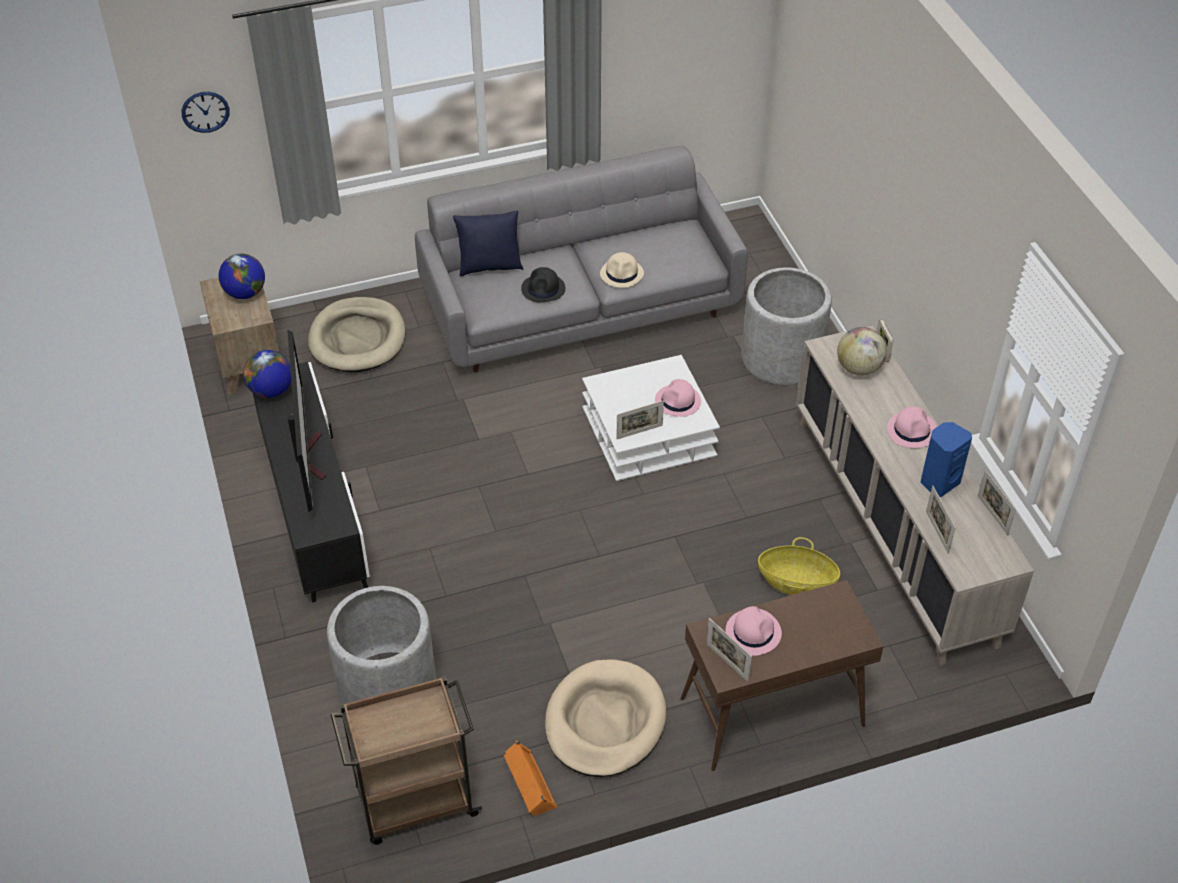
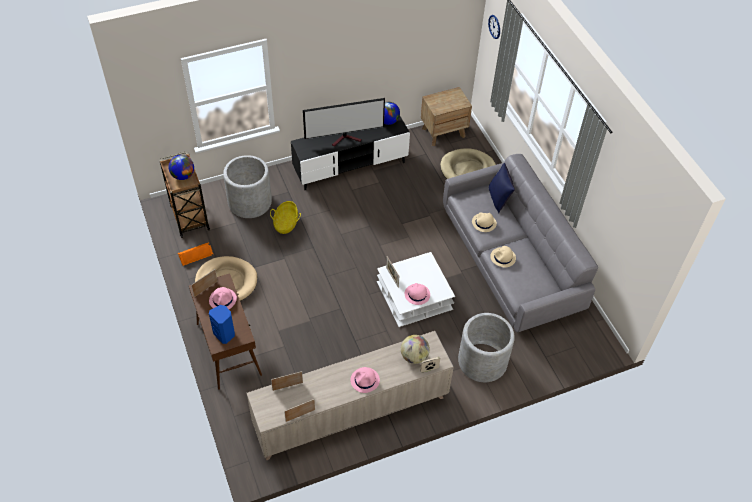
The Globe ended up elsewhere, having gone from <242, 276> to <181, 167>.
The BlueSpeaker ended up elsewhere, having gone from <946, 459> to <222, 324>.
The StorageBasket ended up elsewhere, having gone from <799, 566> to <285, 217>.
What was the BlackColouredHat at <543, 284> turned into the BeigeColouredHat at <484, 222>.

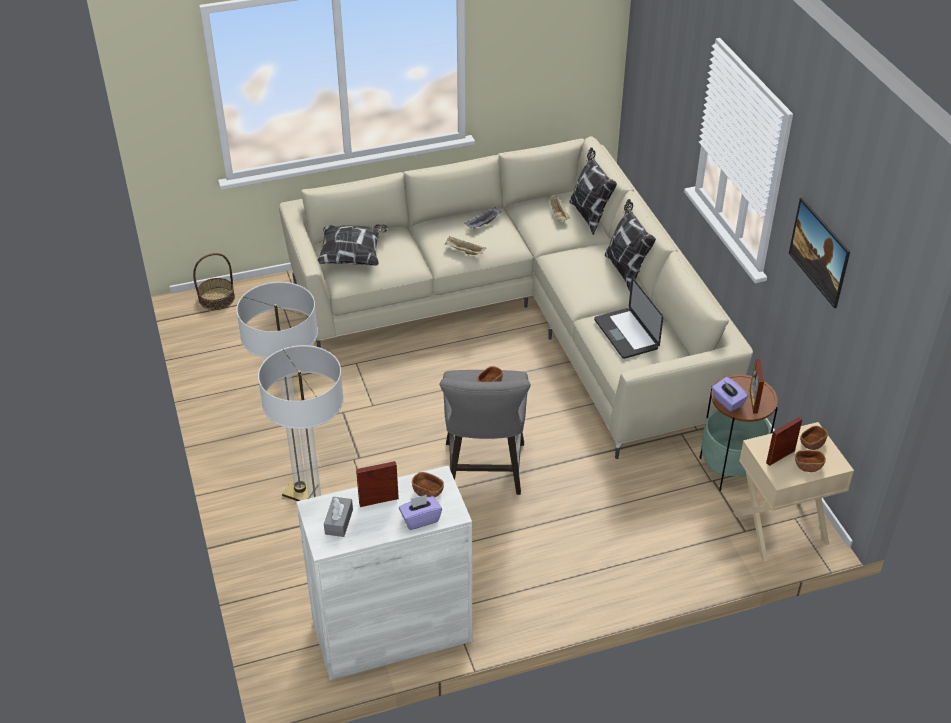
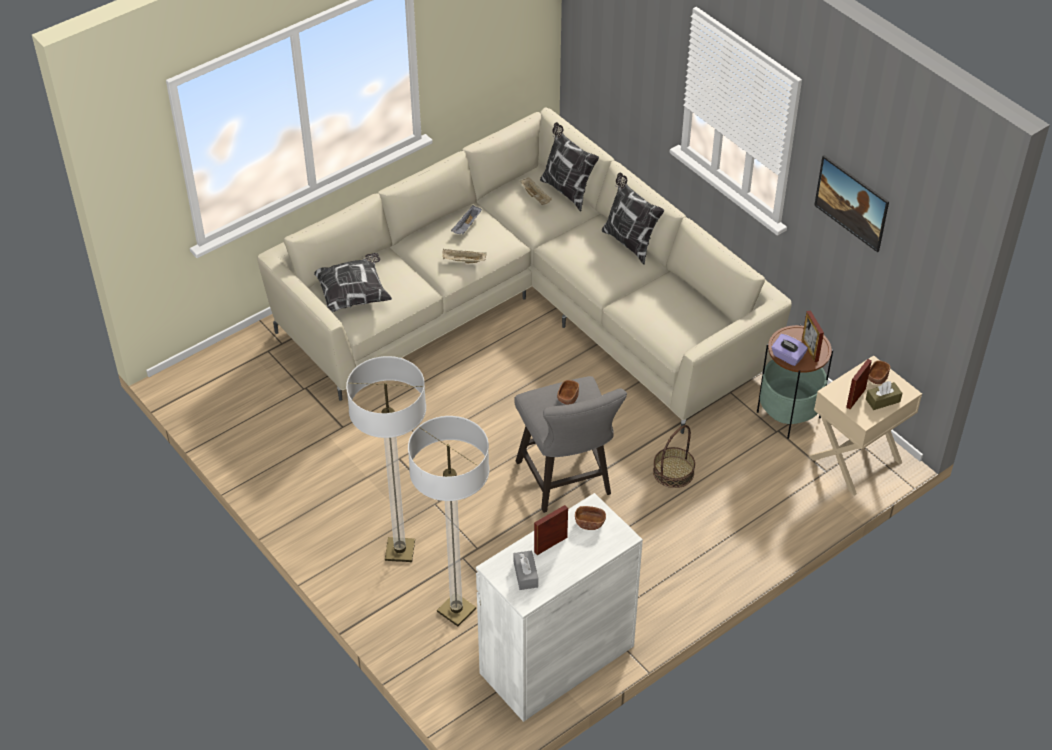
The StorageBasket ended up elsewhere, having gone from <214, 281> to <674, 456>.
Where the BrownServingBowl stood at <810, 461>, the BrownTissueBox came to stand at <884, 395>.
The second view lost the PurpleColouredTissueBox at <420, 512>.
The second view lost the NotebookComputer at <628, 318>.

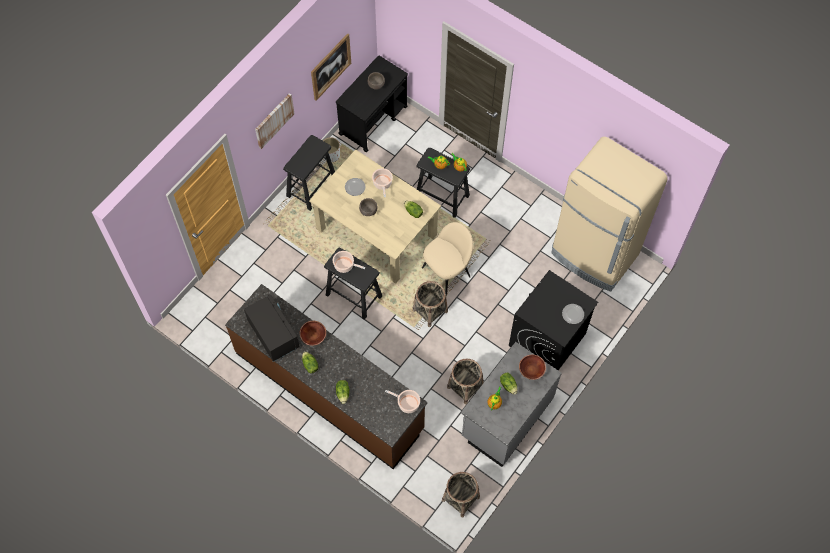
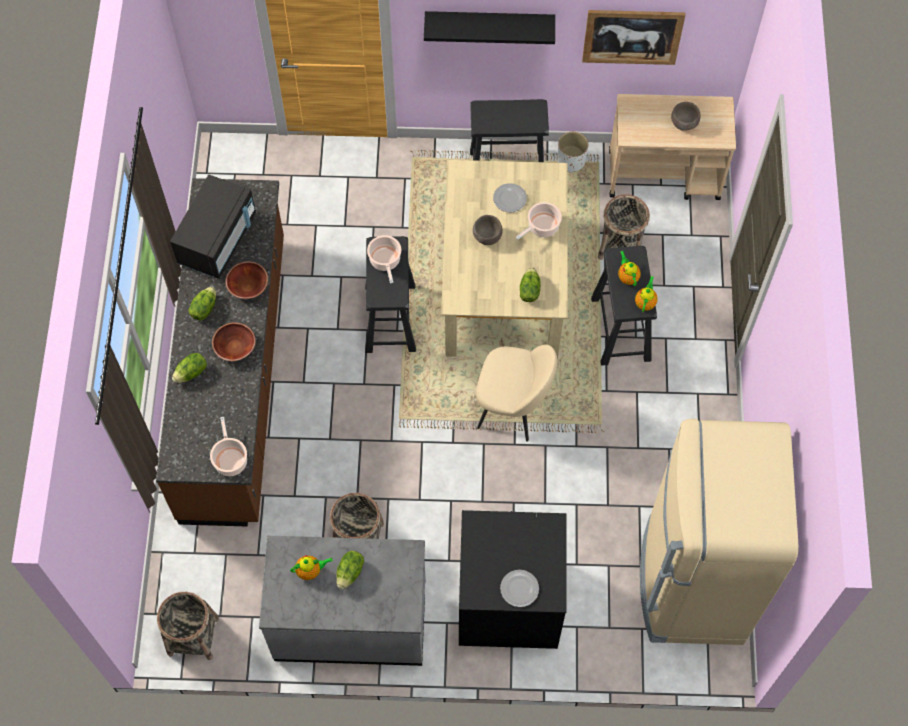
The BrownServingBowl ended up elsewhere, having gone from <532, 367> to <234, 341>.
Where the Picture hung at <275, 121>, the BlackColouredShelf came to hang at <489, 27>.
The StorageBasket ended up elsewhere, having gone from <430, 304> to <624, 227>.
What was the BlackColouredTrolley at <372, 103> turned into the BeigeColouredTrolley at <672, 147>.

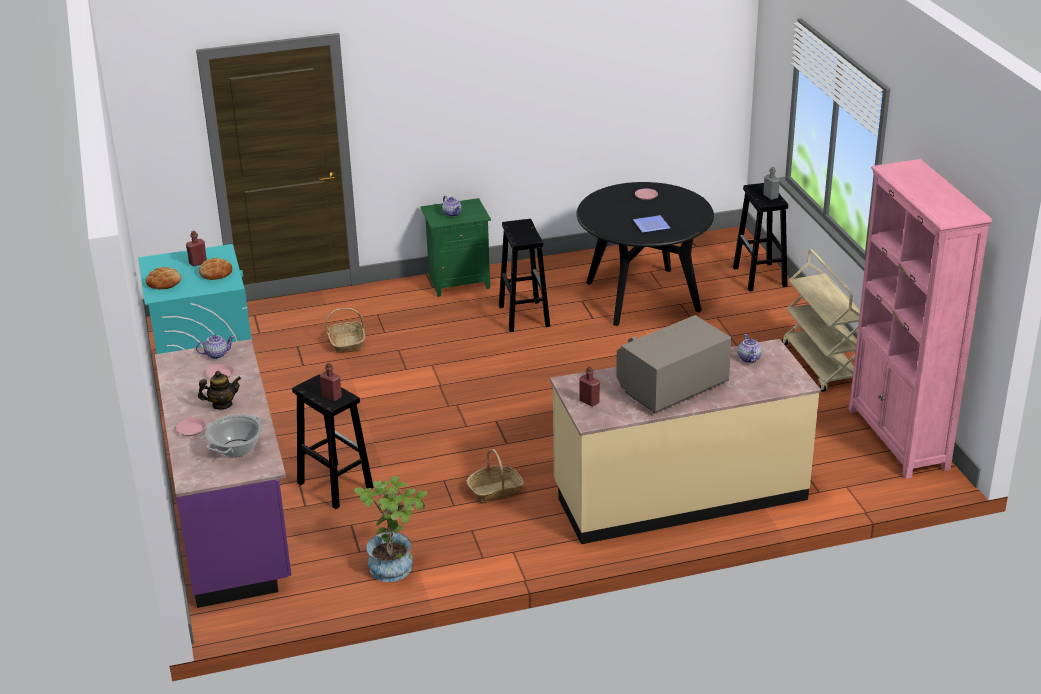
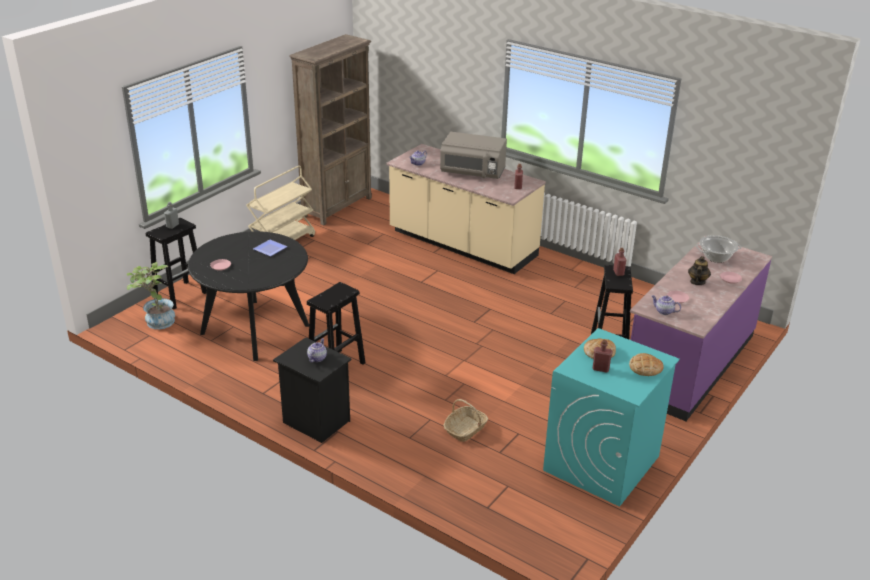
The Houseplant ended up elsewhere, having gone from <390, 529> to <150, 295>.
What was the GreenBedsideTable at <456, 247> turned into the BlackColouredBedsideTable at <312, 390>.
What was the PinkColouredBookshelf at <920, 319> turned into the BrownBookshelf at <331, 129>.
The PotForTea at <219, 390> ended up facing another way, 75 degrees clockwise from before.
The second view lost the StorageBasket at <495, 476>.

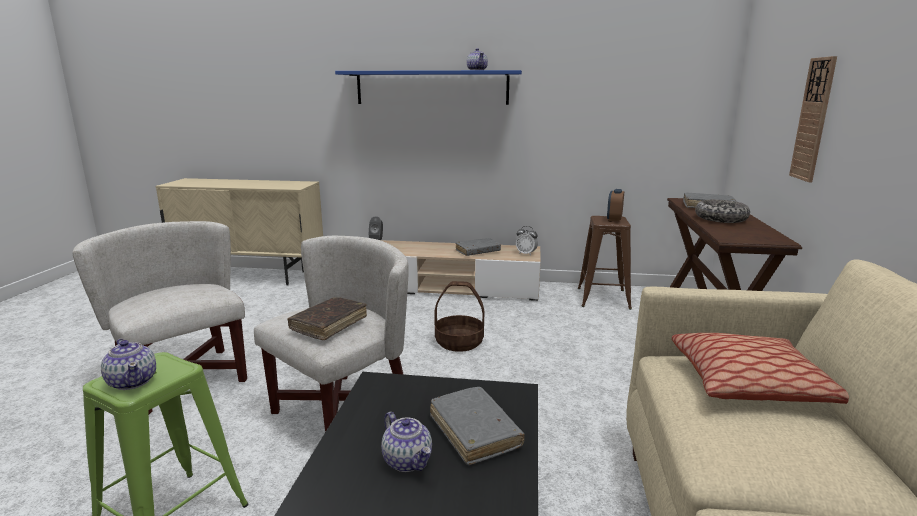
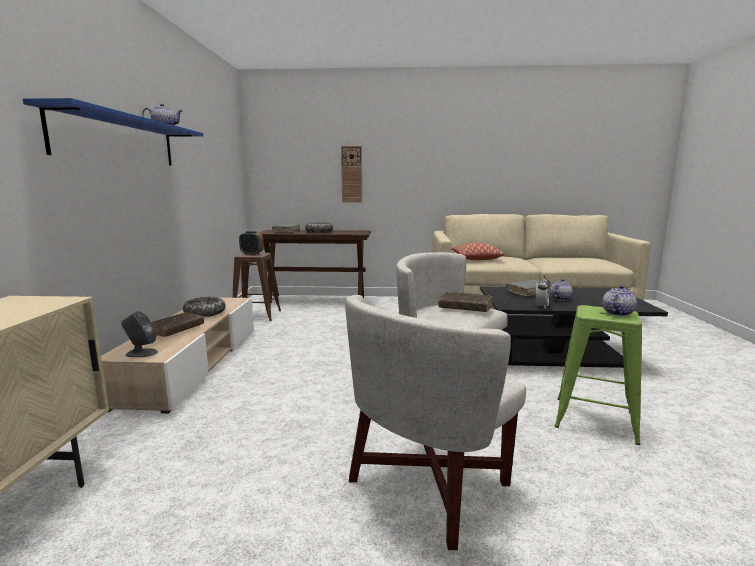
The second view gained the BrownBook at <177, 325>.
Where the GreyishBook stood at <478, 247>, the ServingBowl came to stand at <204, 307>.
The BedsideClock ended up elsewhere, having gone from <527, 241> to <543, 291>.
The second view lost the StorageBasket at <459, 316>.

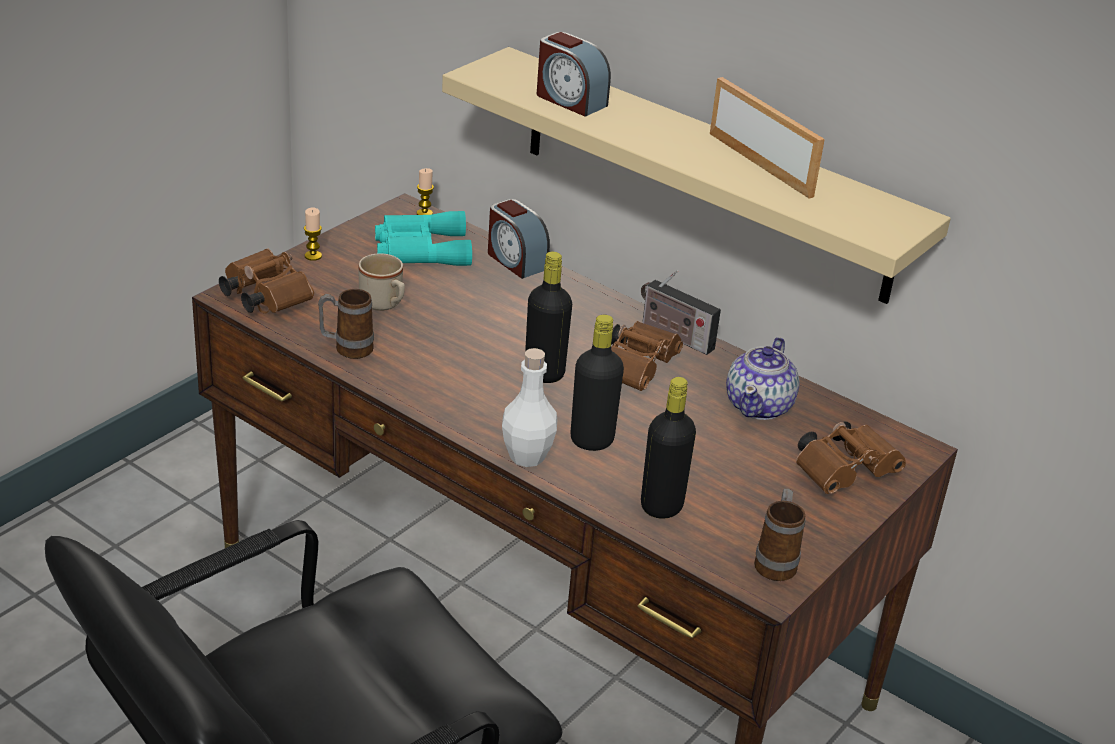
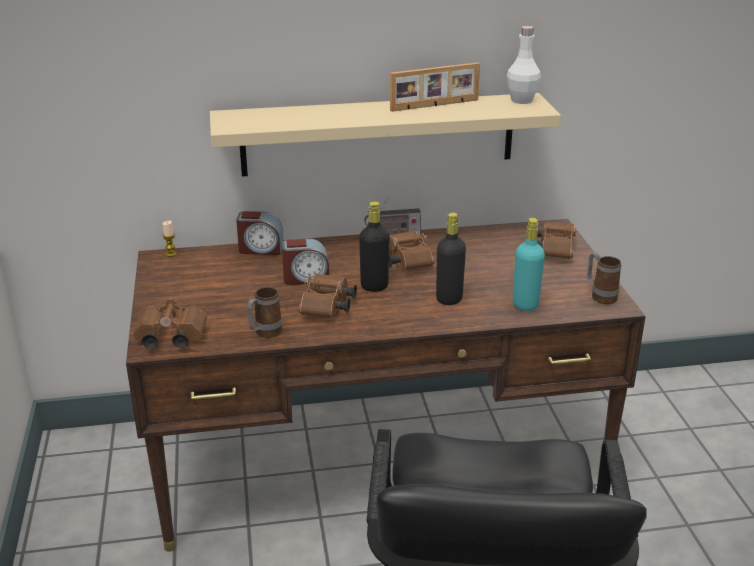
The BedsideClock ended up elsewhere, having gone from <574, 74> to <305, 261>.
The second view gained the BrownBinoculars at <328, 295>.
The PhotoFrame at <767, 138> ended up facing another way, 150 degrees clockwise from before.
The WhiteColouredBeverageBottle ended up elsewhere, having gone from <529, 407> to <524, 65>.
What was the BlackColouredBeverageBottle at <668, 448> turned into the BlueGreenBeverageBottle at <529, 264>.
The second view lost the WaxLight at <313, 234>.
The second view lost the BeigeColouredCoffeeMug at <381, 282>.
The second view lost the BlueGreenBinoculars at <423, 238>.
The second view lost the PotForTea at <763, 378>.

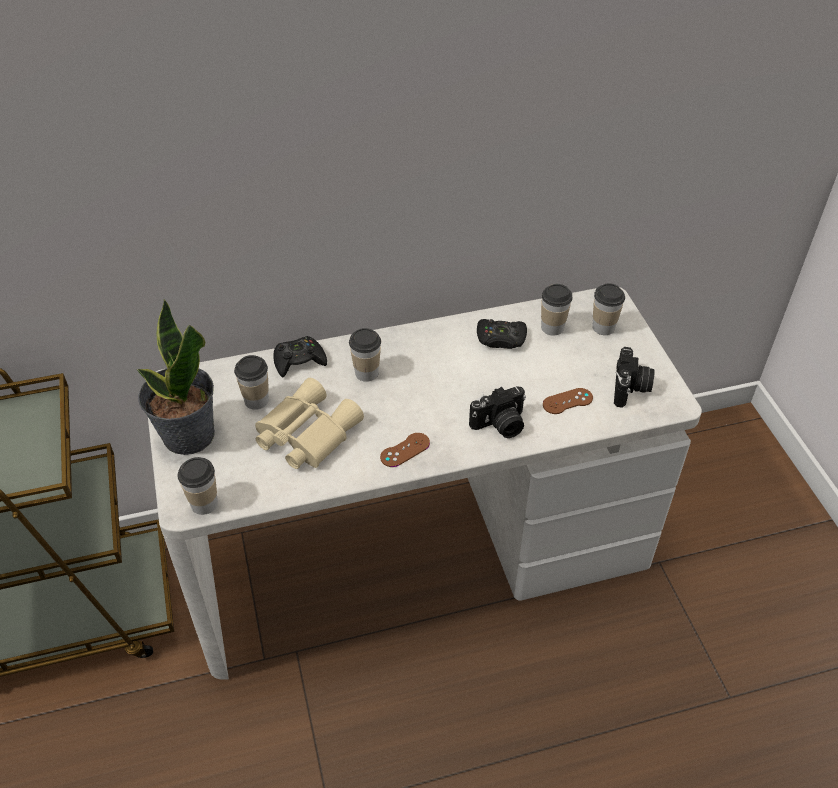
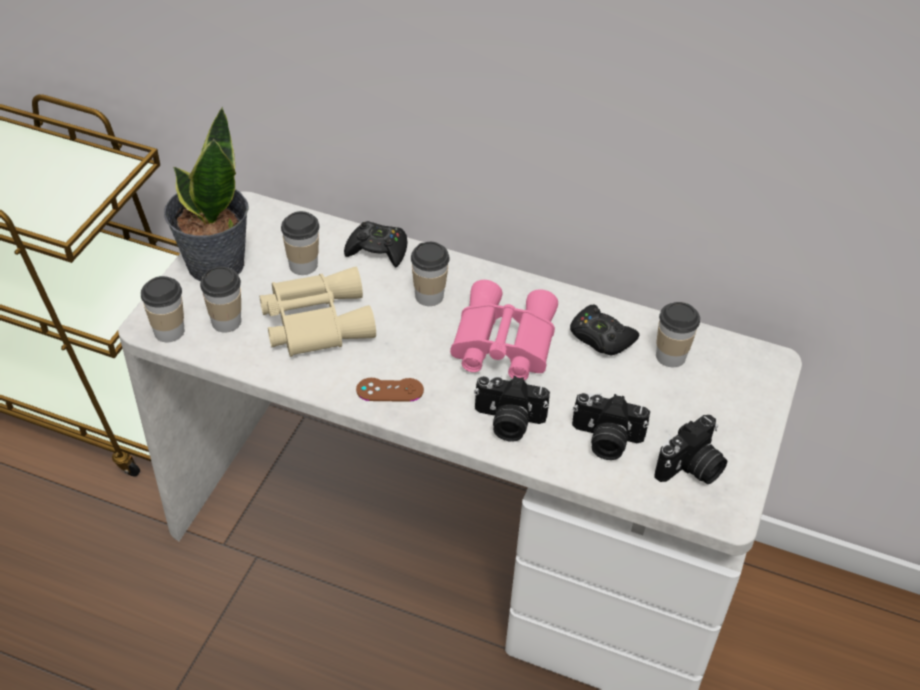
The DrinkingCup ended up elsewhere, having gone from <608, 309> to <220, 300>.
The second view gained the PinkColouredBinoculars at <504, 330>.
Where the BrownJoypad stood at <568, 401>, the StillCamera came to stand at <611, 426>.

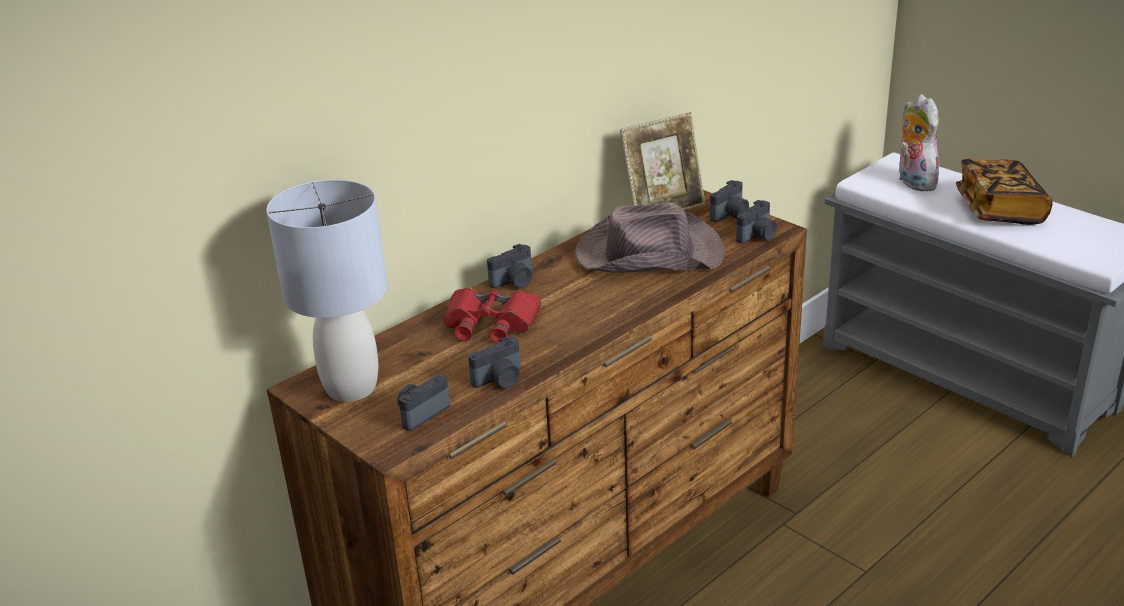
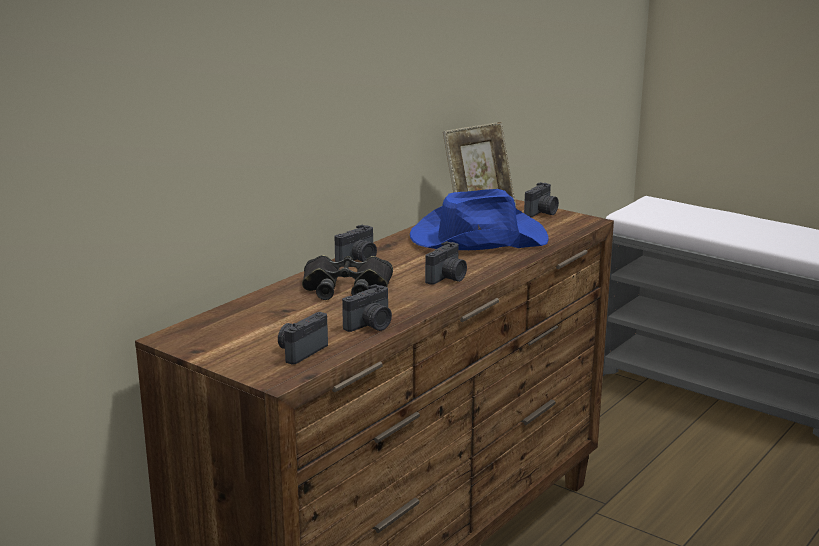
What was the ReddishBinoculars at <492, 315> turned into the BlackColouredBinoculars at <347, 277>.
What was the BrownHat at <649, 238> turned into the BlueHat at <479, 219>.
The StillCamera ended up elsewhere, having gone from <756, 222> to <446, 263>.
The second view lost the GreyishTabletopLamp at <327, 290>.
The second view lost the CuddlyToy at <919, 142>.
The second view lost the Book at <1004, 192>.

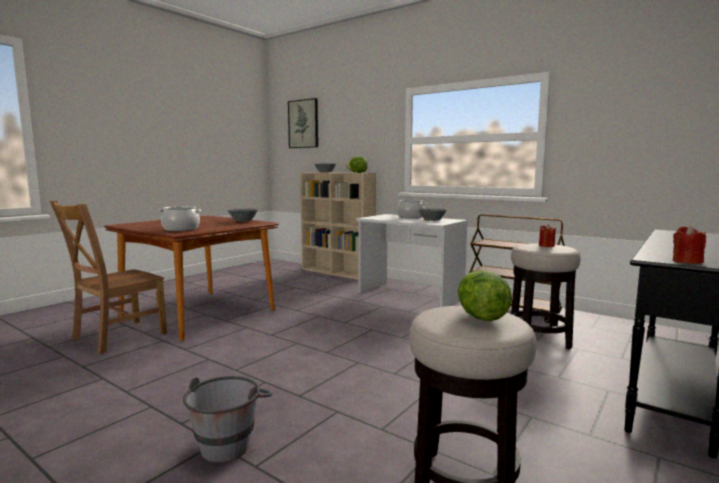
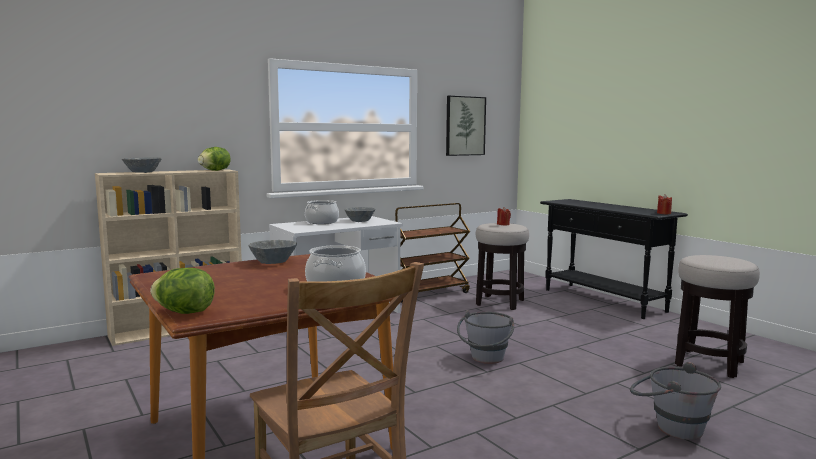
The LettuceHead ended up elsewhere, having gone from <485, 295> to <182, 291>.
The Picture ended up elsewhere, having gone from <303, 123> to <466, 125>.
The second view gained the GreyishBucket at <485, 337>.

